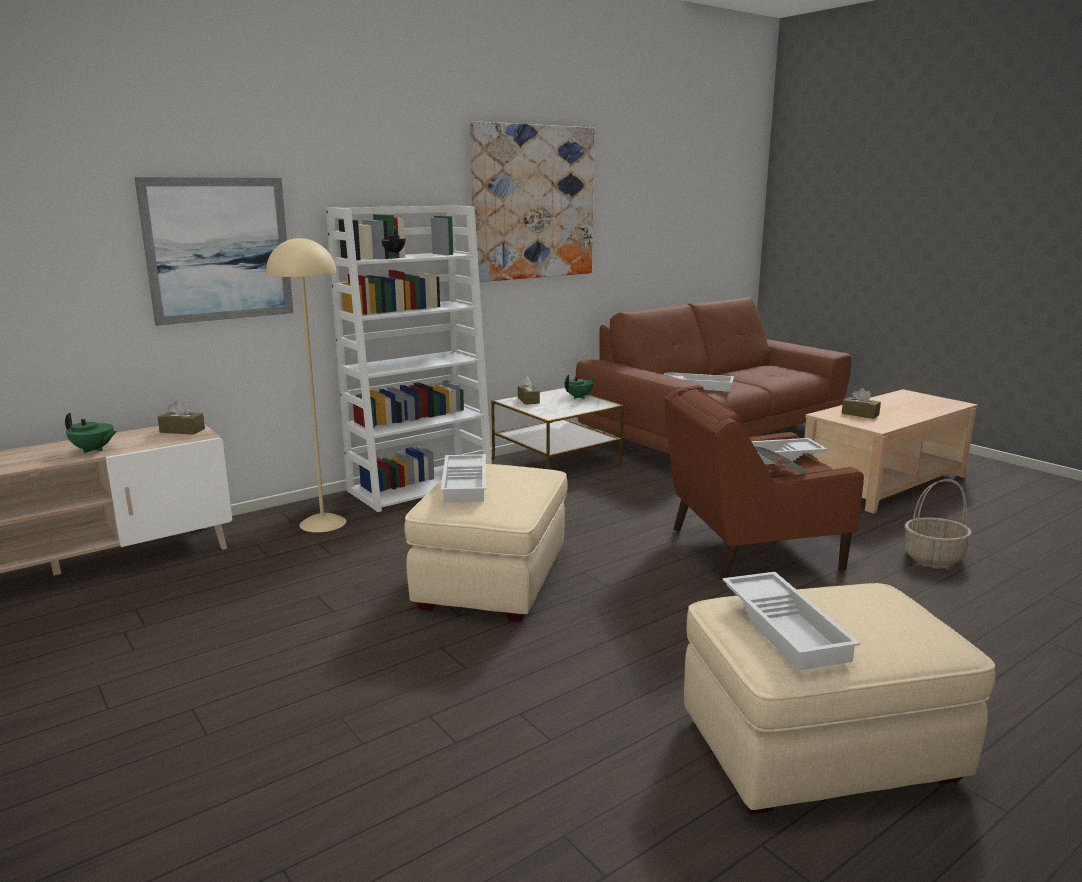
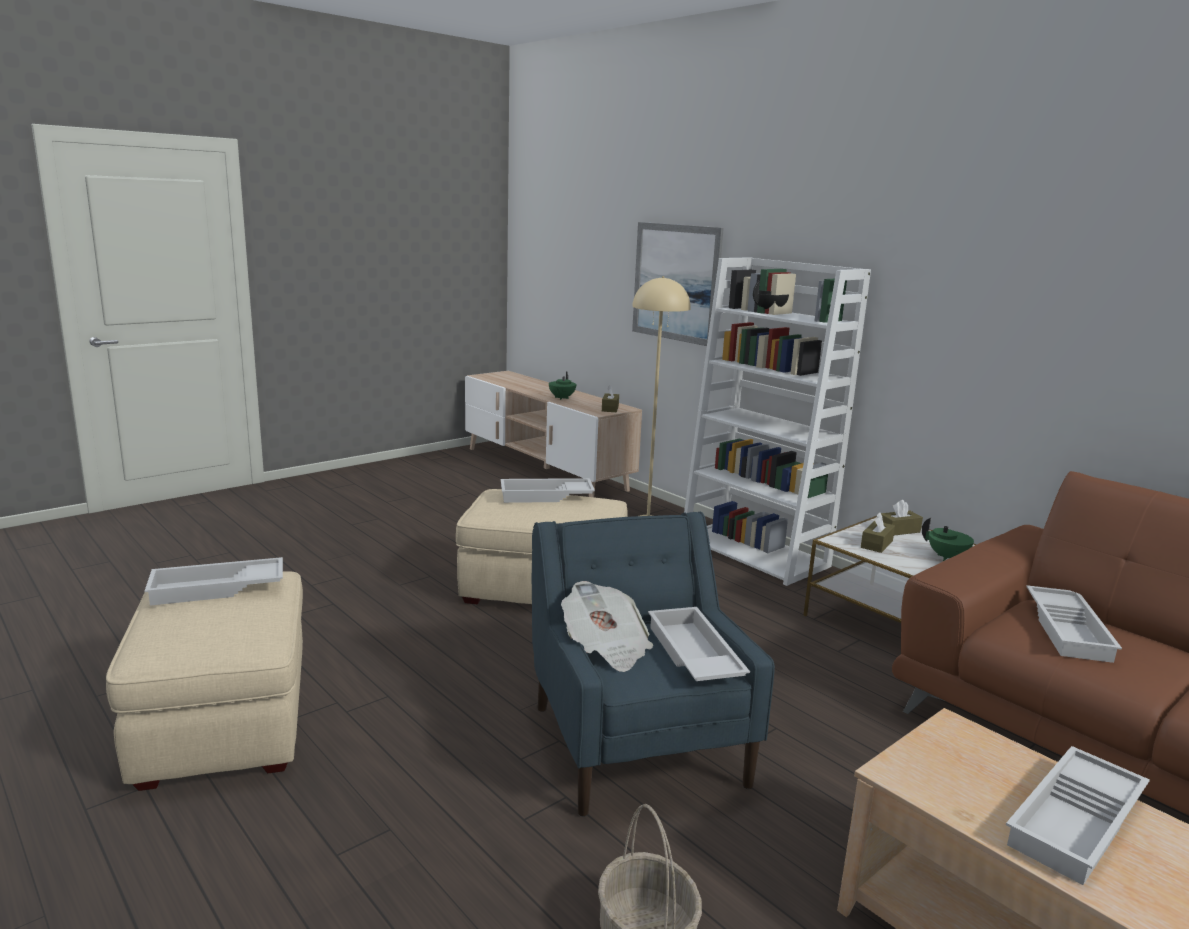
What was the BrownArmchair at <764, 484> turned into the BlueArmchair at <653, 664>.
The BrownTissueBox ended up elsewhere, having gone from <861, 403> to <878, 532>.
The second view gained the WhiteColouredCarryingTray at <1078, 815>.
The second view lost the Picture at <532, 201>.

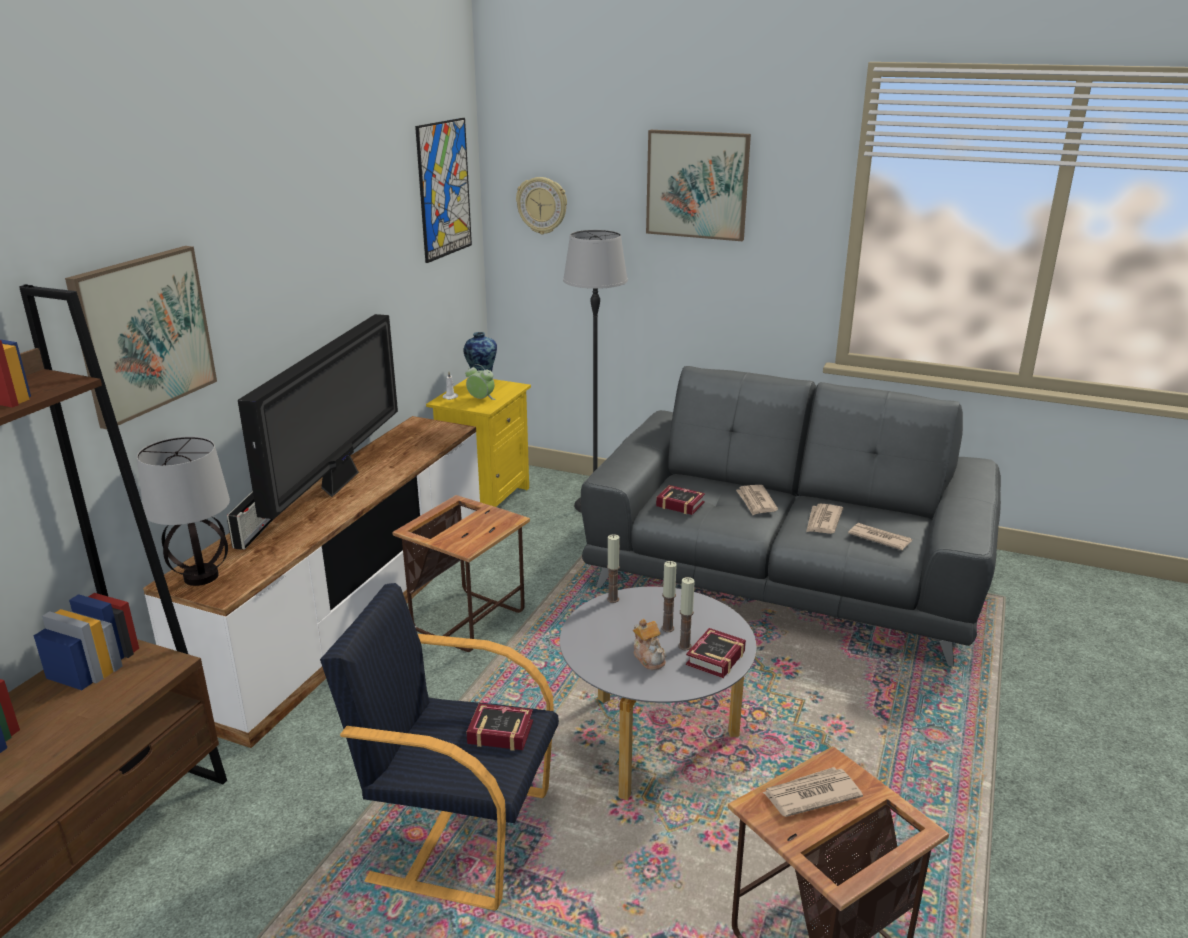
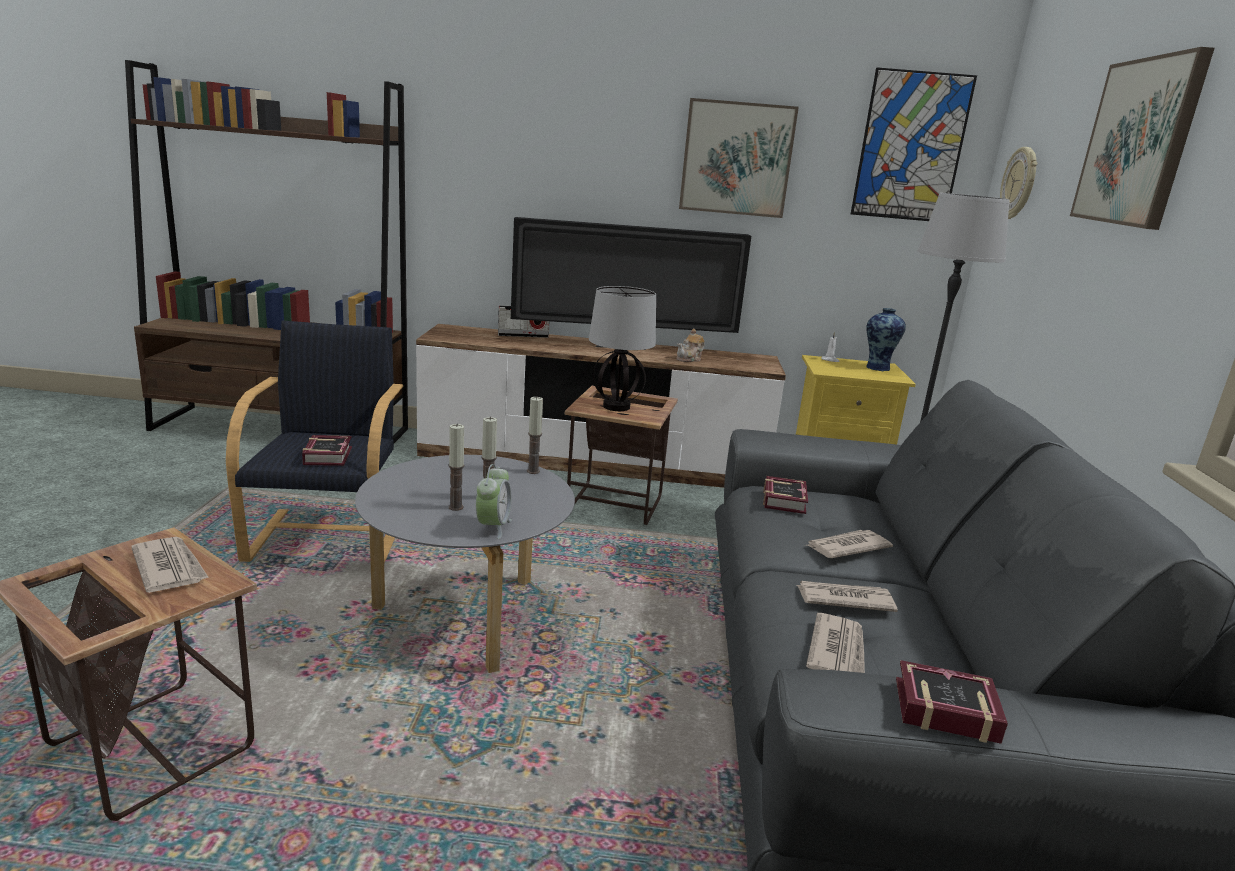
The BedsideClock ended up elsewhere, having gone from <480, 382> to <494, 501>.
The TabletopLamp ended up elsewhere, having gone from <183, 511> to <622, 348>.
The PotForTea ended up elsewhere, having gone from <649, 644> to <690, 345>.
The Picture ended up elsewhere, having gone from <141, 337> to <739, 158>.
The Book ended up elsewhere, having gone from <716, 653> to <952, 702>.

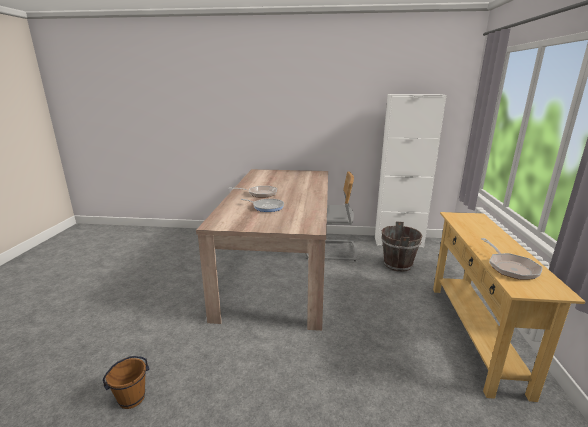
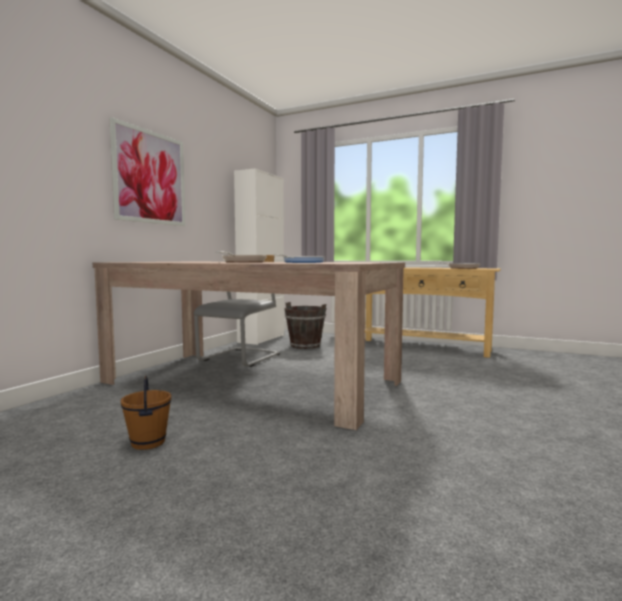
The second view gained the Picture at <147, 171>.
The BrownBucket ended up elsewhere, having gone from <126, 382> to <146, 413>.

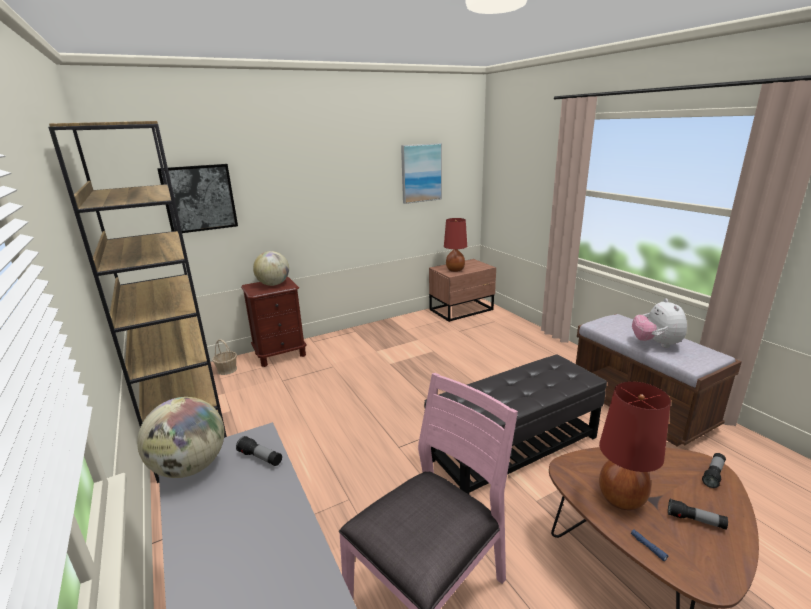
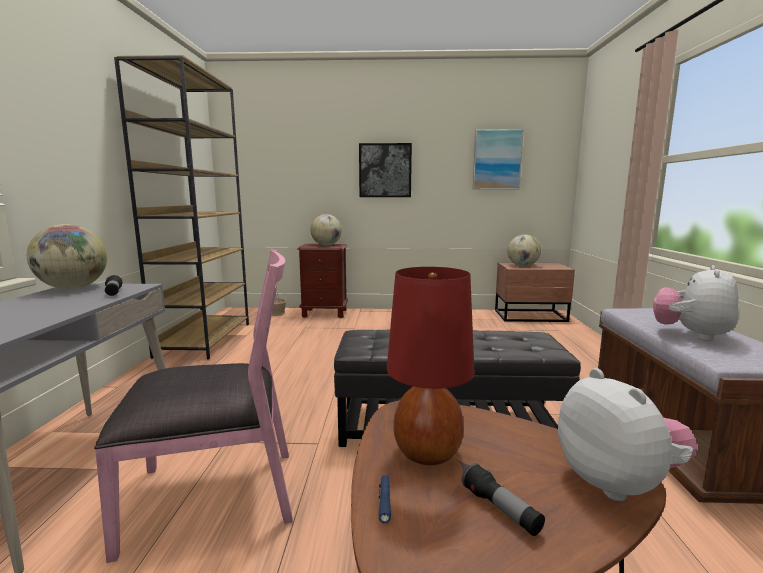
The Picture ended up elsewhere, having gone from <197, 199> to <385, 170>.
Where the ReddishTabletopLamp stood at <455, 245>, the Globe came to stand at <524, 250>.
Where the Flashlight stood at <714, 470>, the CuddlyToy came to stand at <627, 434>.

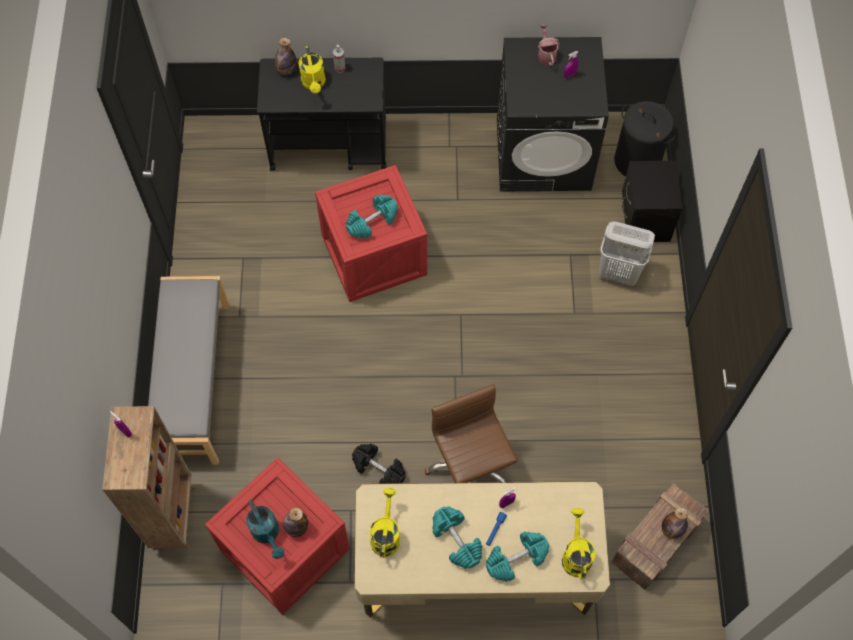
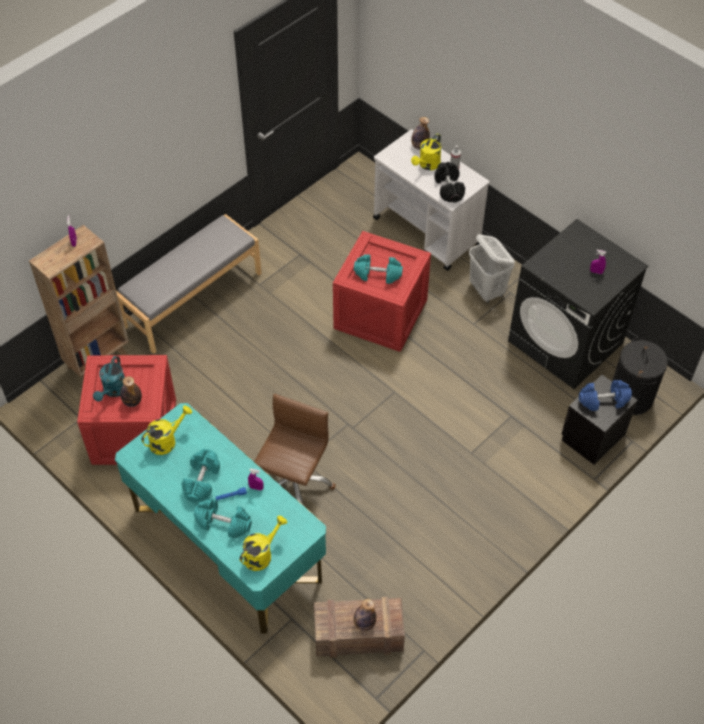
What was the BeigeColouredDeskTable at <482, 549> turned into the BlueGreenDeskTable at <220, 518>.
What was the BlackColouredTrolley at <322, 114> turned into the WhiteColouredTrolley at <431, 200>.
The BlackColouredHandWeight ended up elsewhere, having gone from <379, 463> to <449, 182>.
The WhiteColouredHamper ended up elsewhere, having gone from <626, 254> to <492, 268>.
The second view gained the BlueHandWeight at <605, 395>.
The second view lost the WateringCan at <549, 45>.

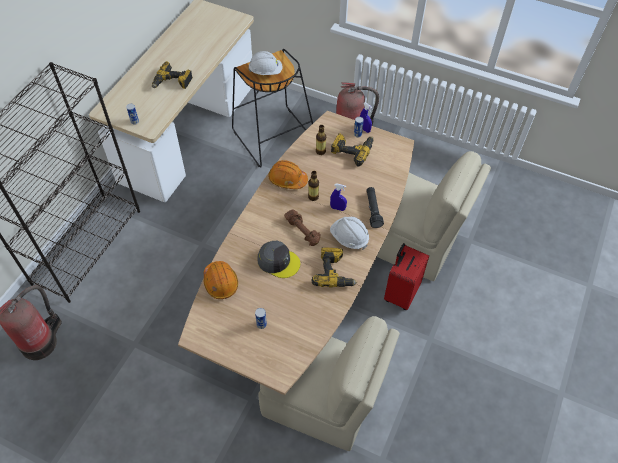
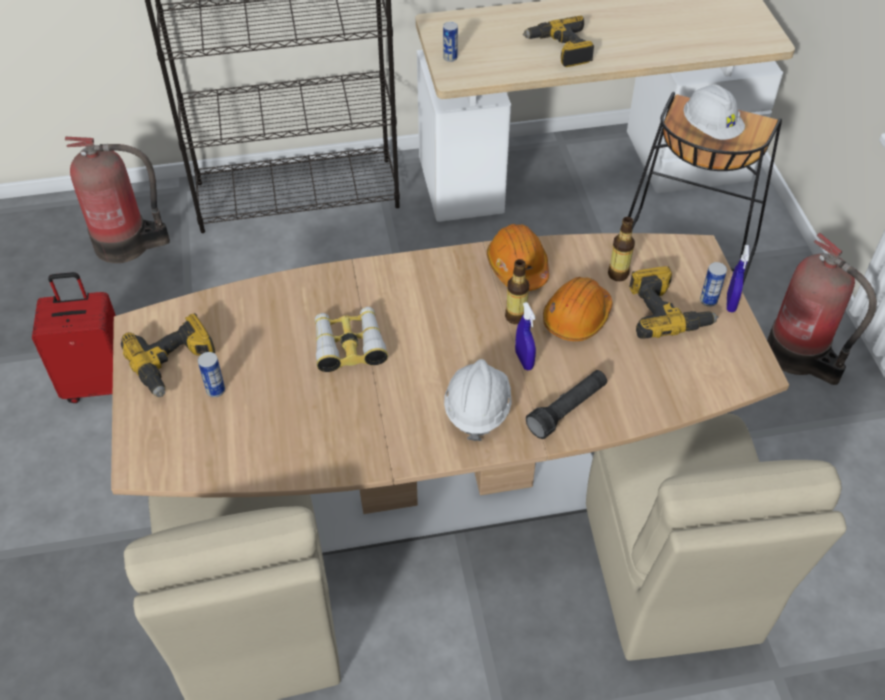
The ReddishSuitcase ended up elsewhere, having gone from <406, 276> to <74, 337>.
The PowerDrill ended up elsewhere, having gone from <334, 267> to <168, 355>.
Where the GreyishPeakedCap stood at <279, 259>, the Binoculars came to stand at <351, 339>.
The OrangeColouredSafetyHelmet ended up elsewhere, having gone from <221, 280> to <577, 309>.
The second view lost the BrownHandWeight at <302, 227>.

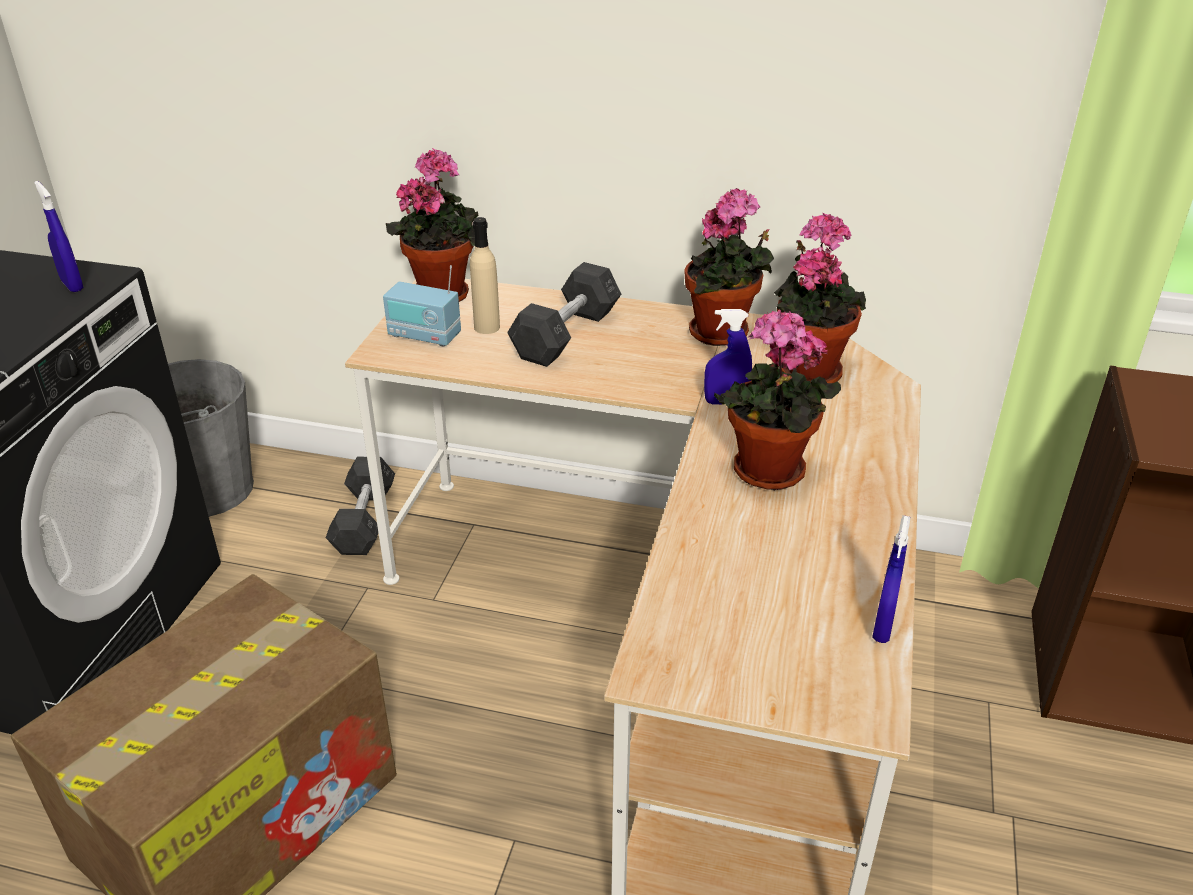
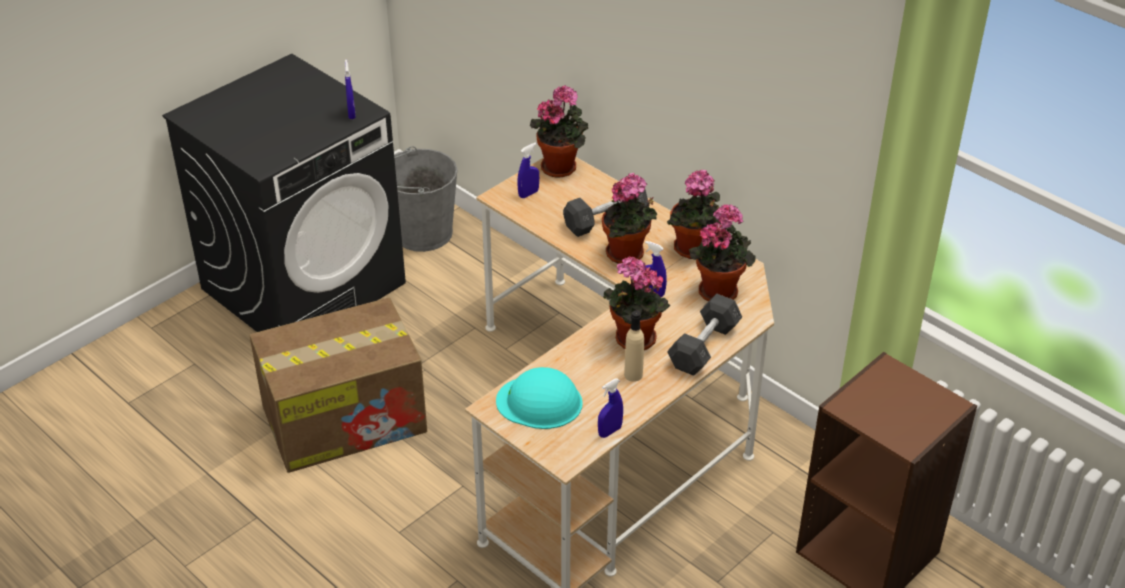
The second view gained the BlueGreenSafetyHelmet at <539, 398>.
Where the RadioReceiver stood at <422, 306>, the BlueSprayBottle came to stand at <528, 170>.
The second view gained the Houseplant at <629, 218>.
The BeigeColouredBeverageBottle ended up elsewhere, having gone from <485, 275> to <634, 346>.
The GreyishHandWeight ended up elsewhere, having gone from <360, 506> to <704, 335>.

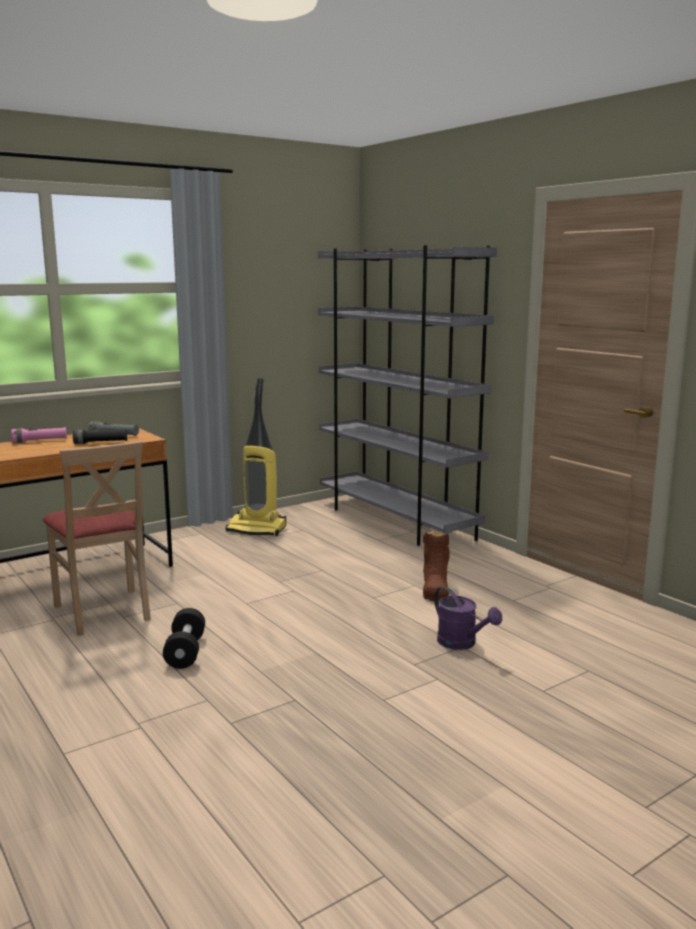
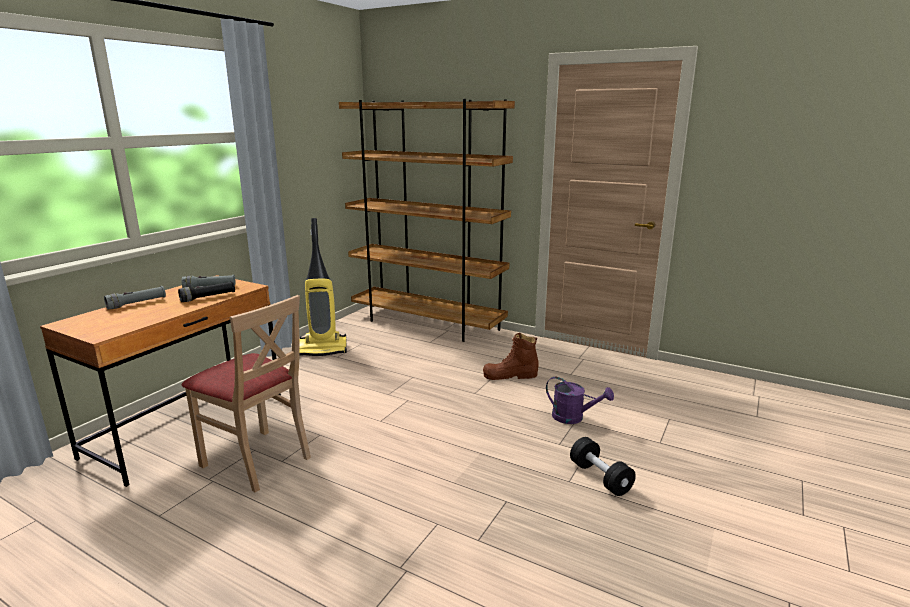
What was the PinkColouredFlashlight at <39, 435> turned into the GreyishFlashlight at <135, 298>.
What was the GreyishBookshelf at <407, 395> turned into the BrownBookshelf at <427, 220>.
The BrownBoot at <436, 566> ended up facing another way, 105 degrees clockwise from before.
The BlackColouredHandWeight ended up elsewhere, having gone from <184, 638> to <603, 466>.

